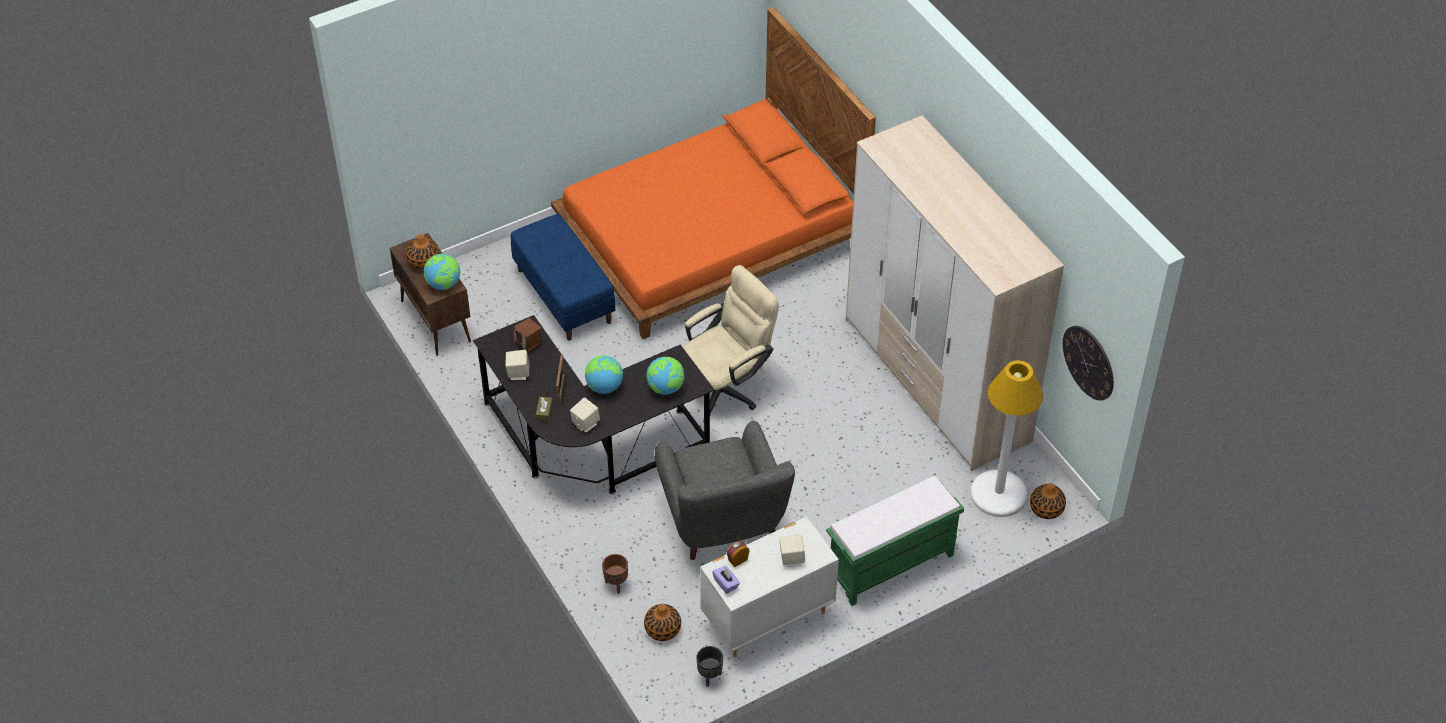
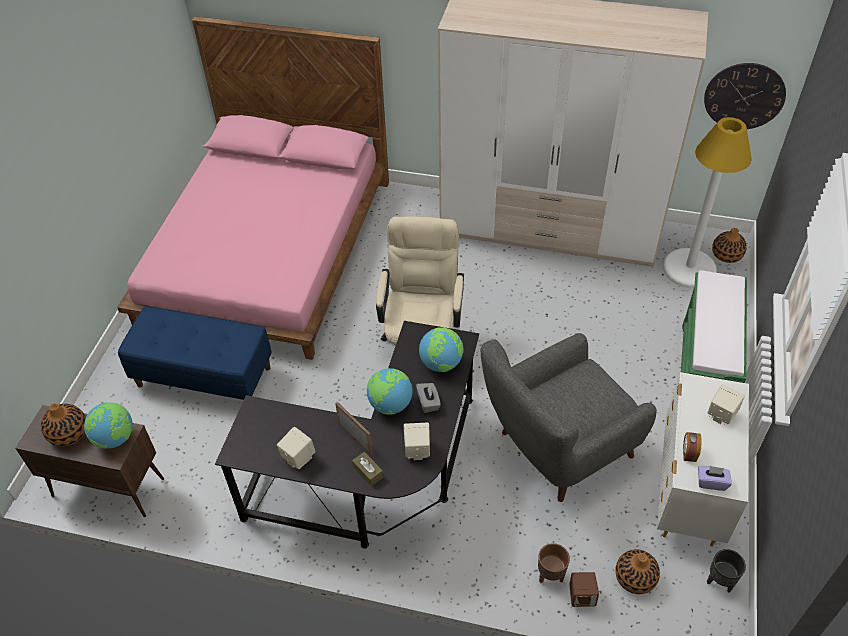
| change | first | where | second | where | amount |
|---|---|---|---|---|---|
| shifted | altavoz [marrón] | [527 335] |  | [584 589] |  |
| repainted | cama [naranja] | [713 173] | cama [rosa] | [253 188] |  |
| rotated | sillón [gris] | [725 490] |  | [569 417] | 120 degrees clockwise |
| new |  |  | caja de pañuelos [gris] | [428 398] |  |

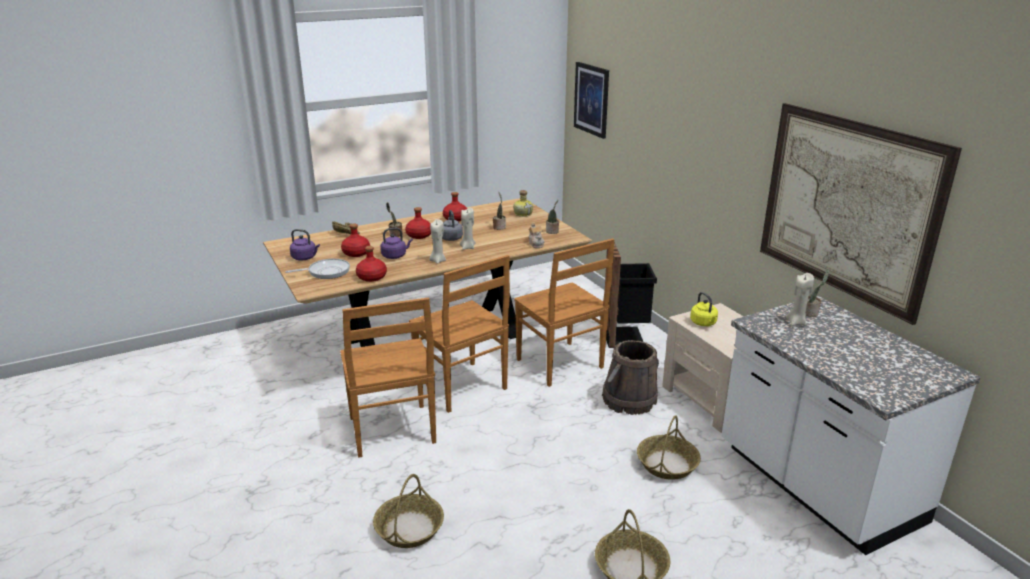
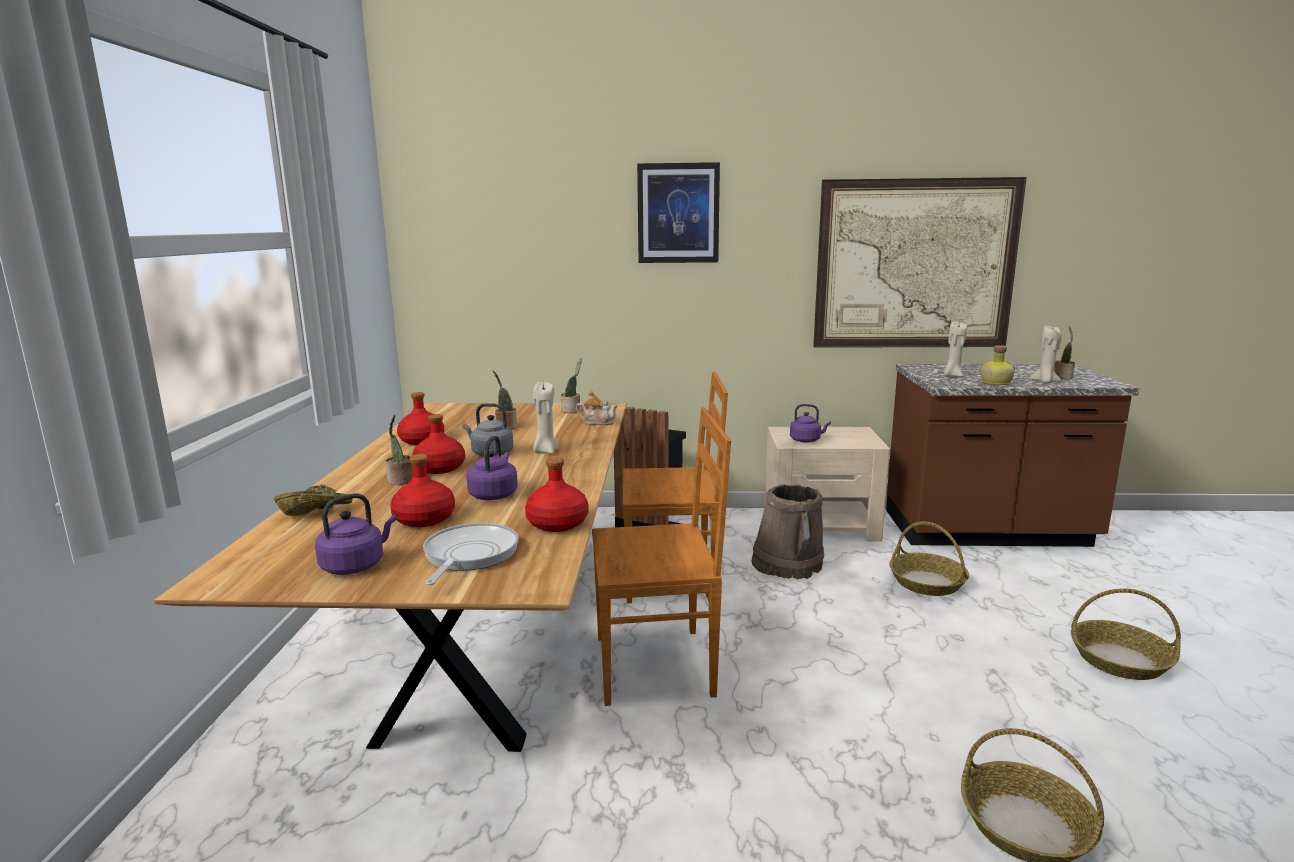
| change | first | where | second | where | amount |
|---|---|---|---|---|---|
| gone | silla [marrón] | [388 378] |  |  |  |
| shifted | vela [beis] | [437 241] |  | [1045 354] |  |
| shifted | botella | [523 203] |  | [998 365] |  |
| shifted | cuadro | [591 100] |  | [678 212] |  |
| repainted | hervidor [amarillo] | [704 309] | hervidor [morado] | [810 423] |  |
| repainted | mueble bajo de cocina [blanco] | [851 425] | mueble bajo de cocina [marrón] | [1013 455] |  |
| shifted | planta en maceta | [817 293] |  | [1064 352] |  |

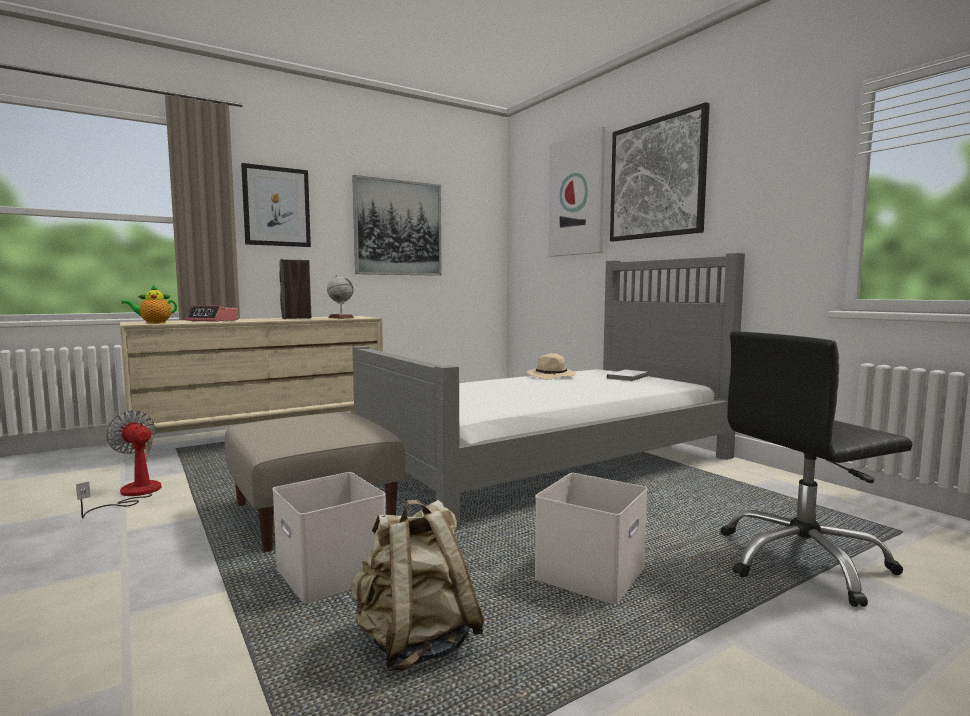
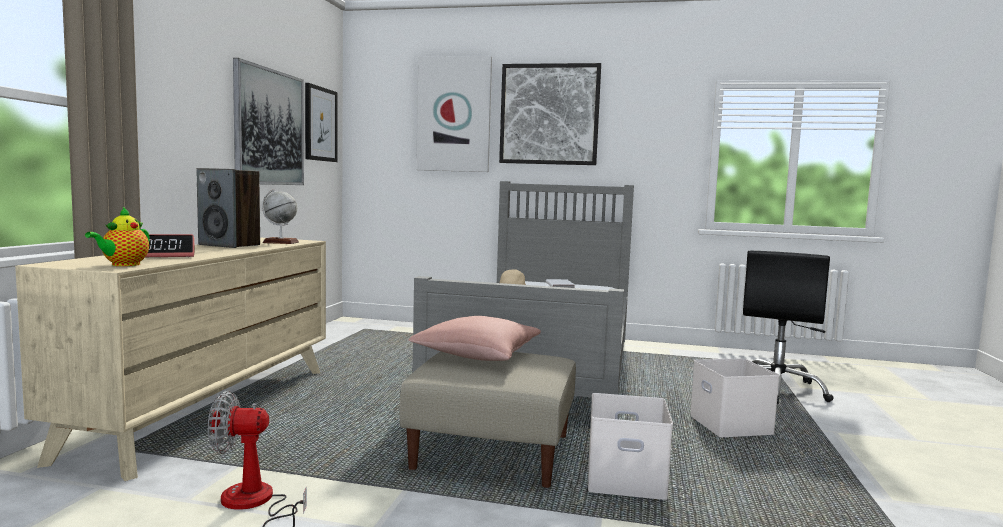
| change | first | where | second | where | amount |
|---|---|---|---|---|---|
| shifted | cuadro | [276 205] |  | [321 122] |  |
| gone | mochila [beis] | [418 585] |  |  |  |
| new |  |  | cojín [rosa] | [474 338] |  |

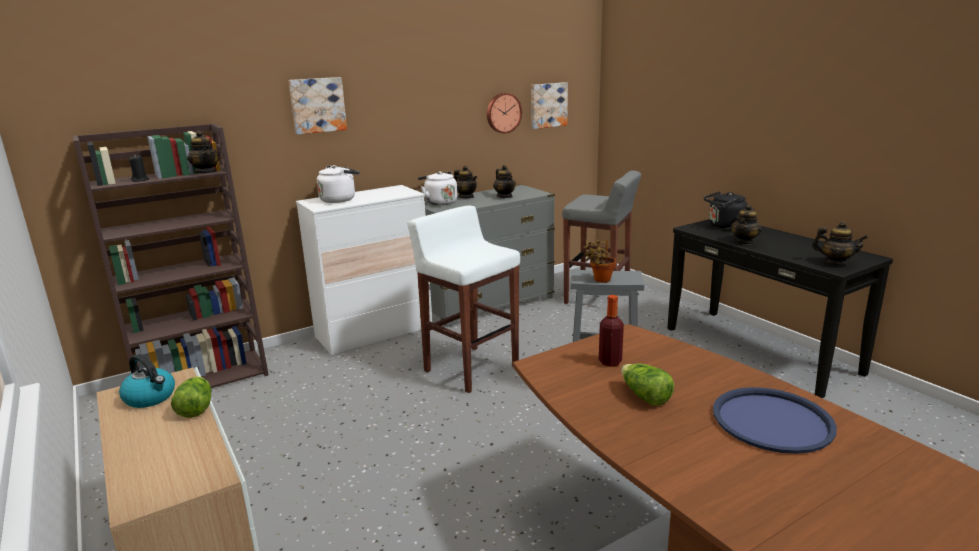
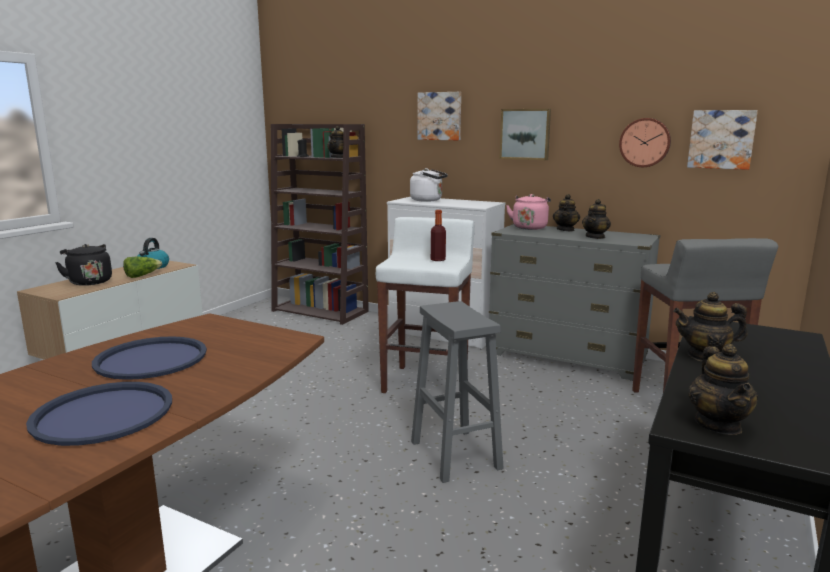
| change | first | where | second | where | amount |
|---|---|---|---|---|---|
| repainted | hervidor [blanco] | [437 188] | hervidor [rosa] | [528 212] |  |
| gone | planta en maceta | [599 261] |  |  |  |
| shifted | botella | [611 331] |  | [438 235] |  |
| swapped | lechuga | [647 385] | bandeja [azul] | [149 358] |  |
| shifted | hervidor [negro] | [726 210] |  | [83 265] |  |
| new |  |  | cuadro | [525 134] |  |

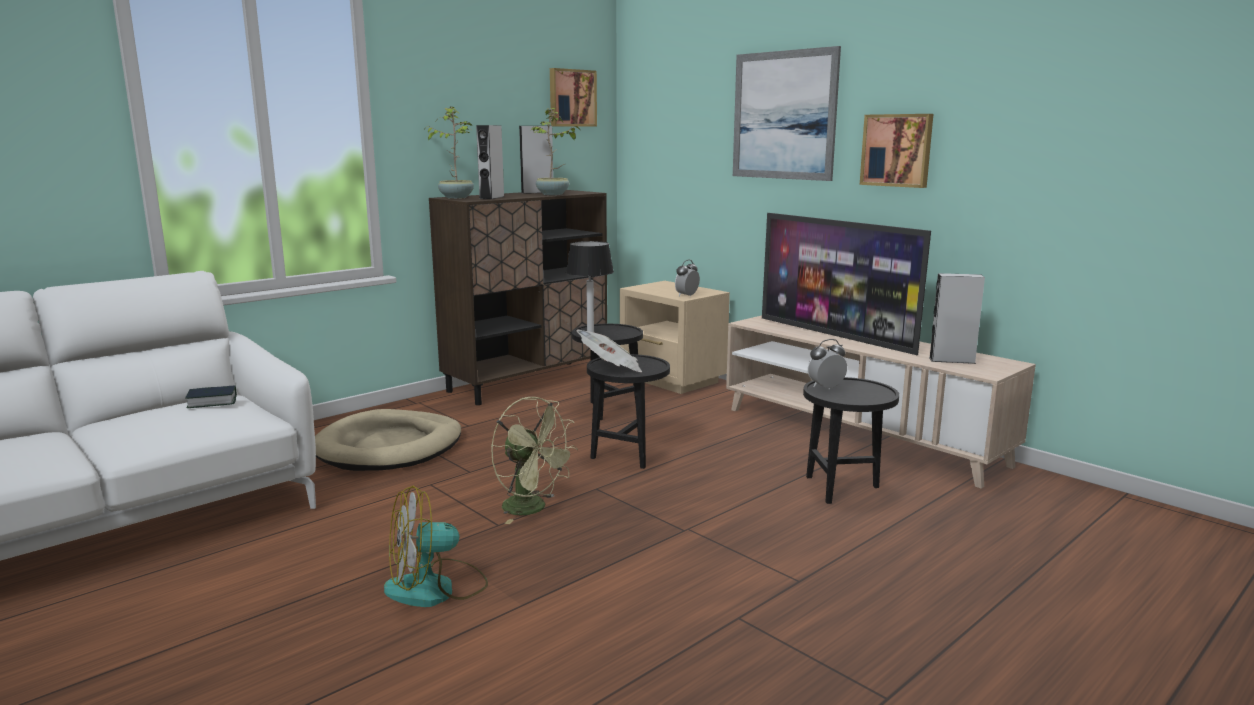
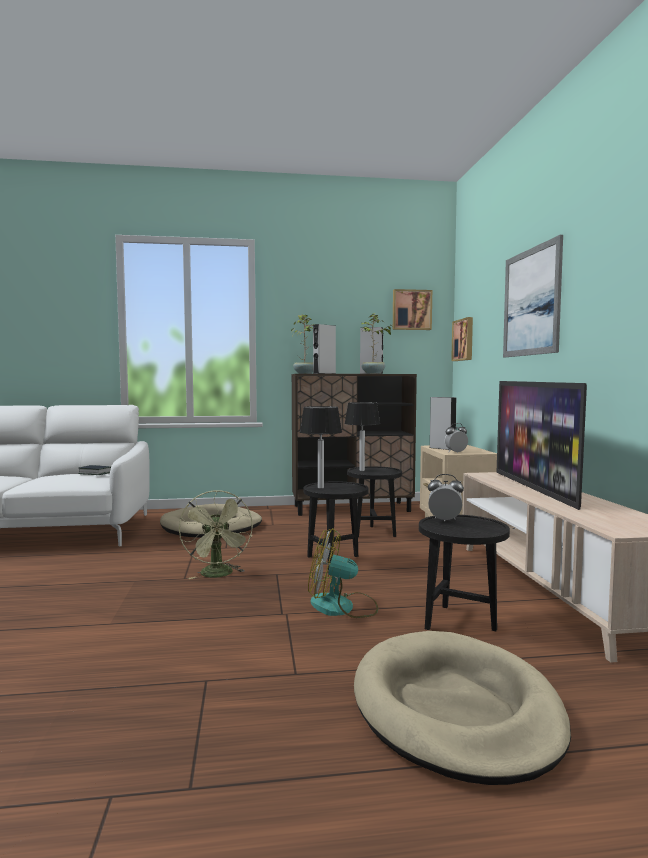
| change | first | where | second | where | amount |
|---|---|---|---|---|---|
| shifted | ventilador | [436 546] |  | [343 573] |  |
| swapped | periódico | [609 351] | lámpara de mesa | [321 447] |  |
| shifted | cuadro | [896 151] |  | [462 339] |  |
| shifted | altavoz [gris] | [957 318] |  | [443 423] |  |
| new |  |  | cama para perro [beis] | [462 708] |  |

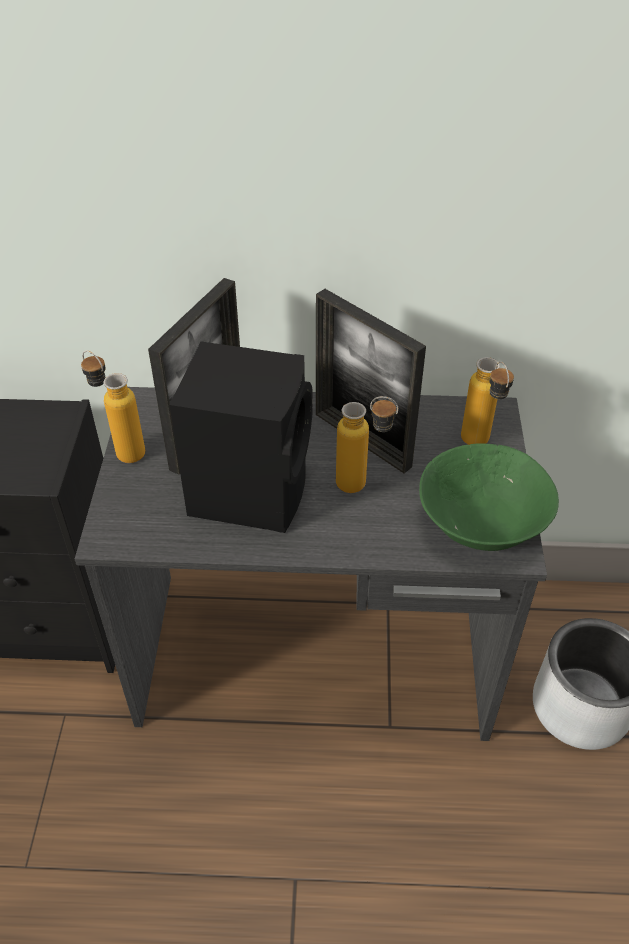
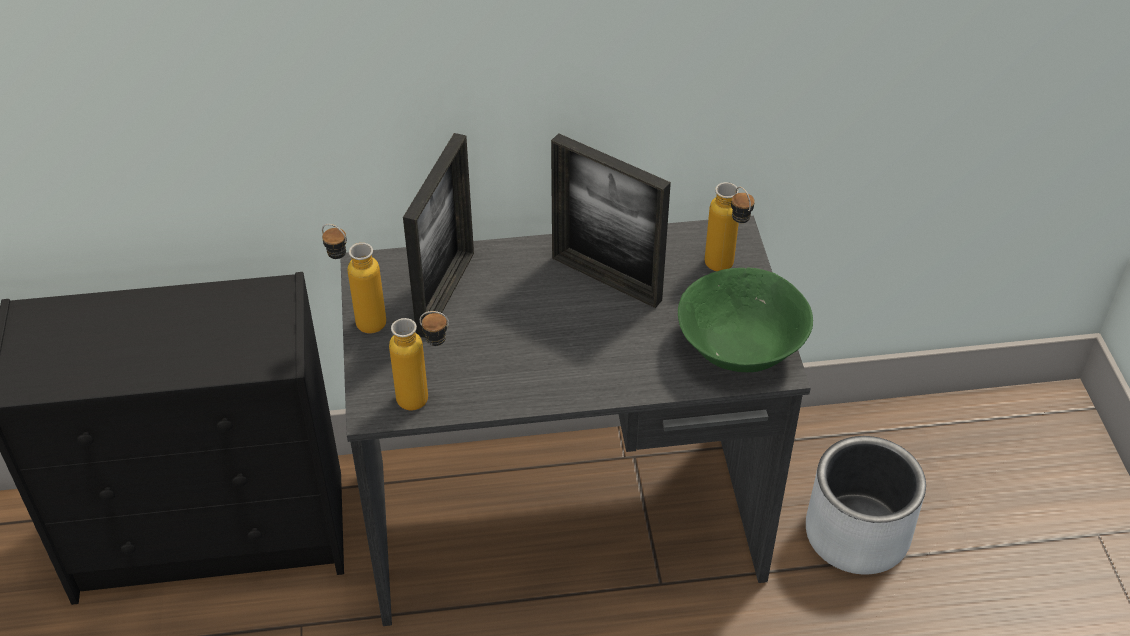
| change | first | where | second | where | amount |
|---|---|---|---|---|---|
| gone | altavoz [negro] | [241 437] |  |  |  |
| shifted | botella | [367 444] |  | [419 361] |  |

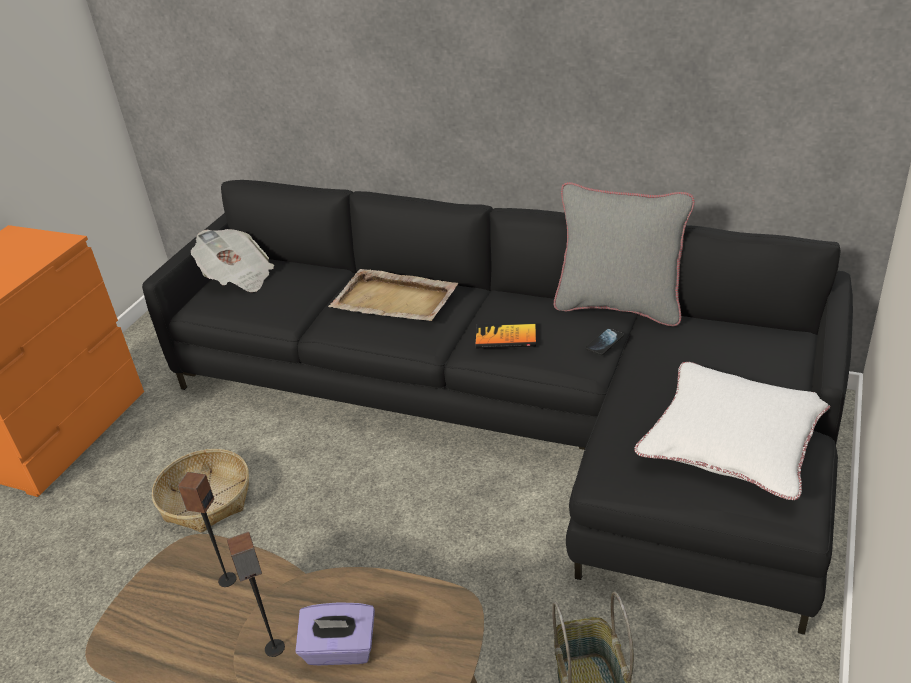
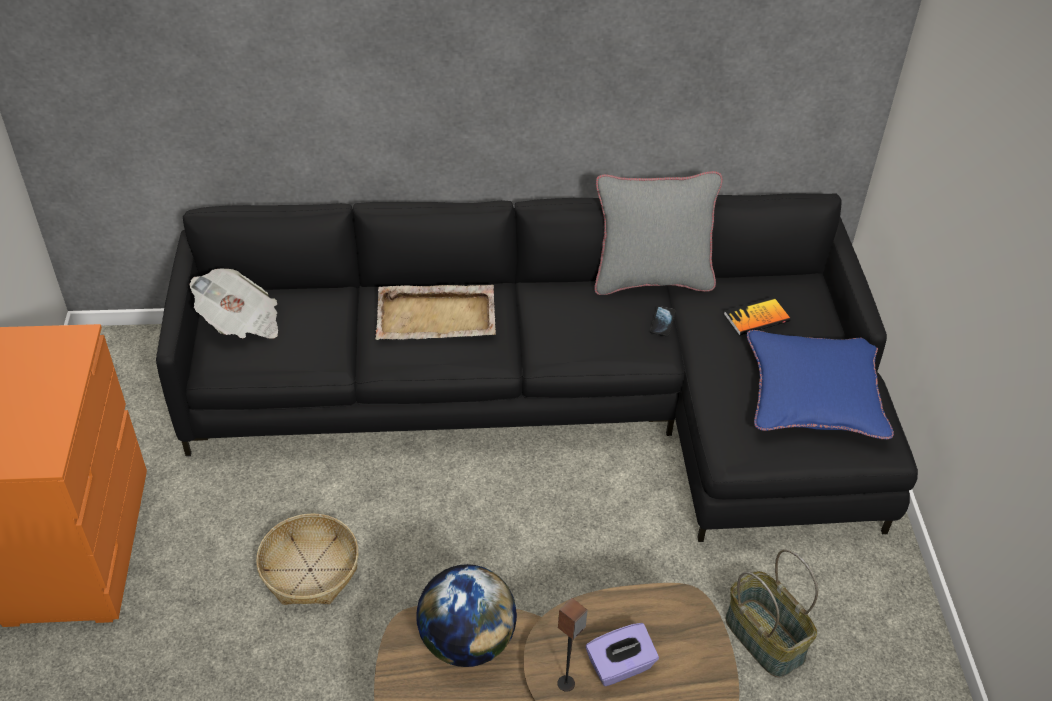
| change | first | where | second | where | amount |
|---|---|---|---|---|---|
| swapped | altavoz | [207 529] | globo terráqueo | [466 615] |  |
| shifted | libro | [506 335] |  | [757 316] |  |
| repainted | cojín [blanco] | [732 431] | cojín [azul] | [820 385] |  |

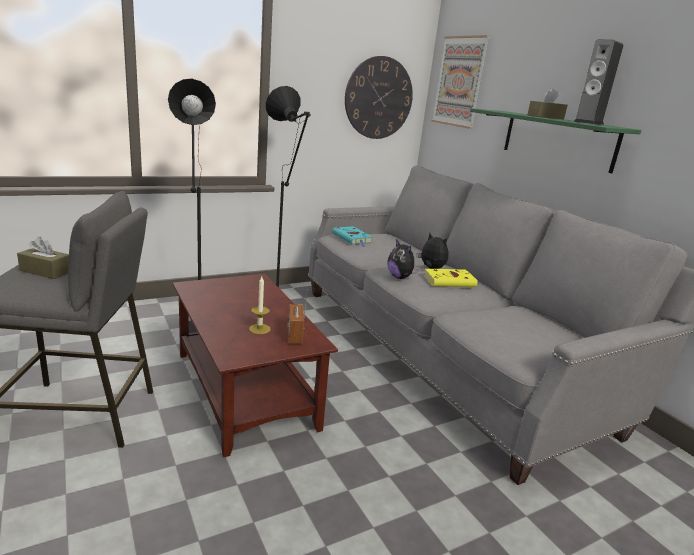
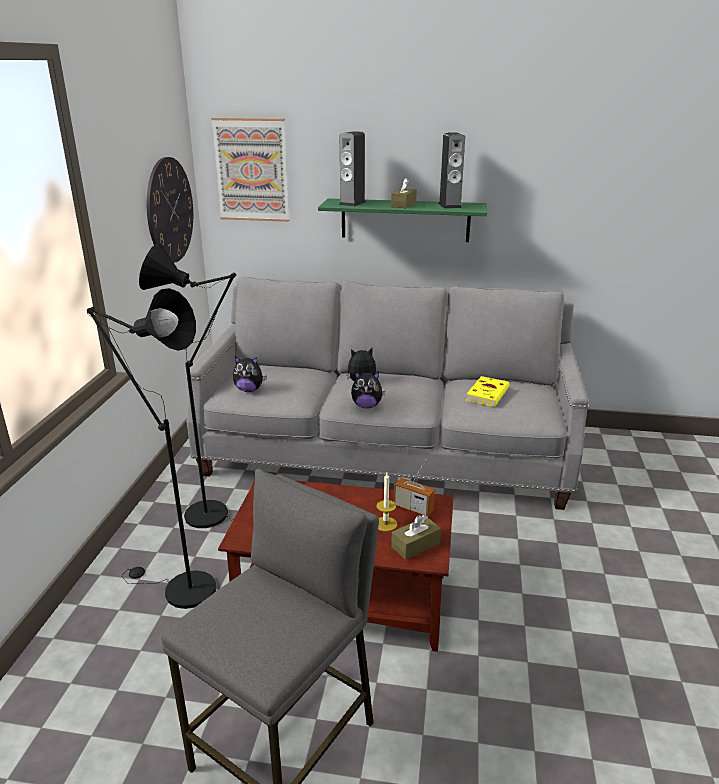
| change | first | where | second | where | amount |
|---|---|---|---|---|---|
| shifted | caja de pañuelos [marrón] | [43 258] |  | [416 537] |  |
| swapped | libro [turquesa] | [352 236] | peluche | [250 374] |  |
| shifted | libro [amarillo] | [451 277] |  | [488 391] |  |
| new |  |  | altavoz | [352 169] |  |

